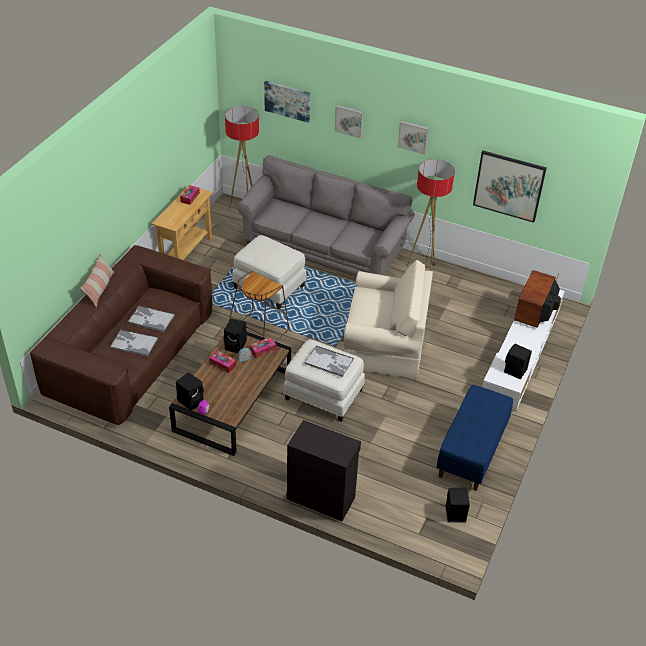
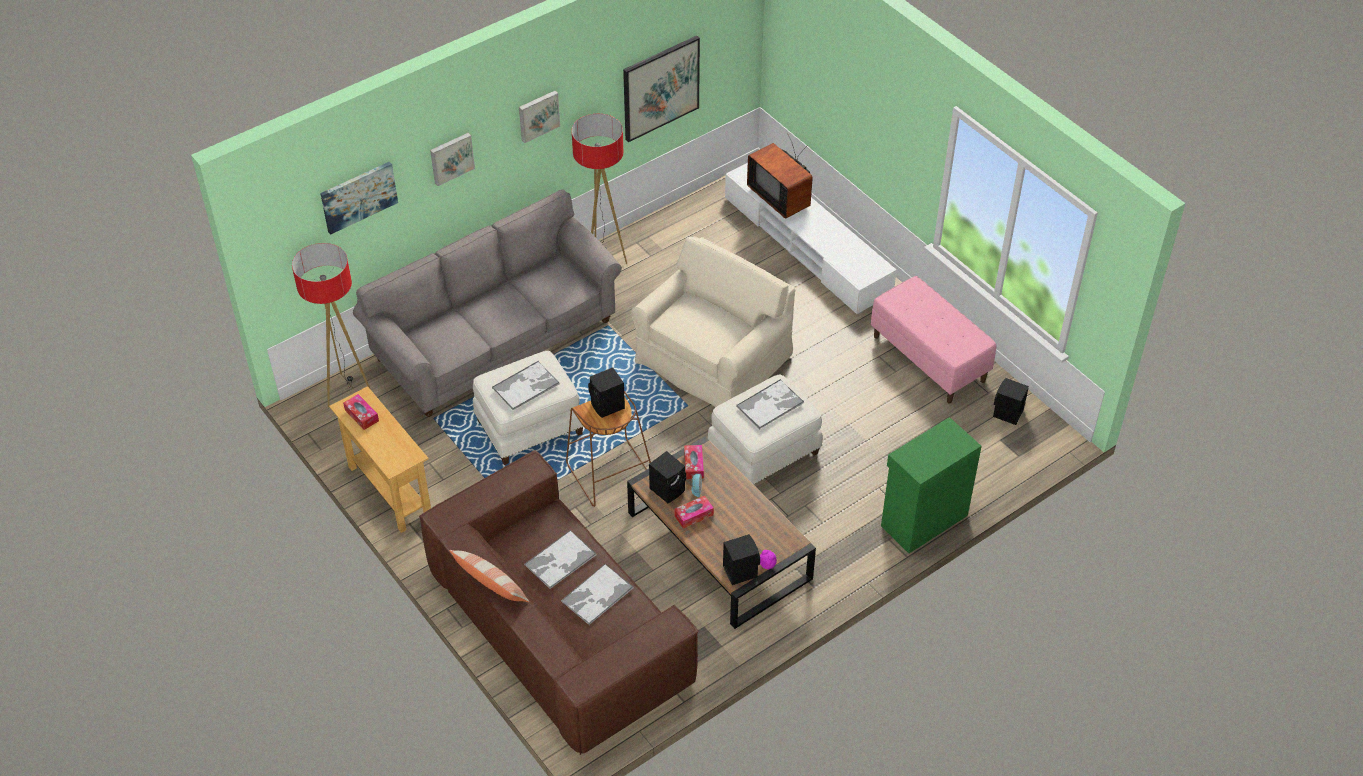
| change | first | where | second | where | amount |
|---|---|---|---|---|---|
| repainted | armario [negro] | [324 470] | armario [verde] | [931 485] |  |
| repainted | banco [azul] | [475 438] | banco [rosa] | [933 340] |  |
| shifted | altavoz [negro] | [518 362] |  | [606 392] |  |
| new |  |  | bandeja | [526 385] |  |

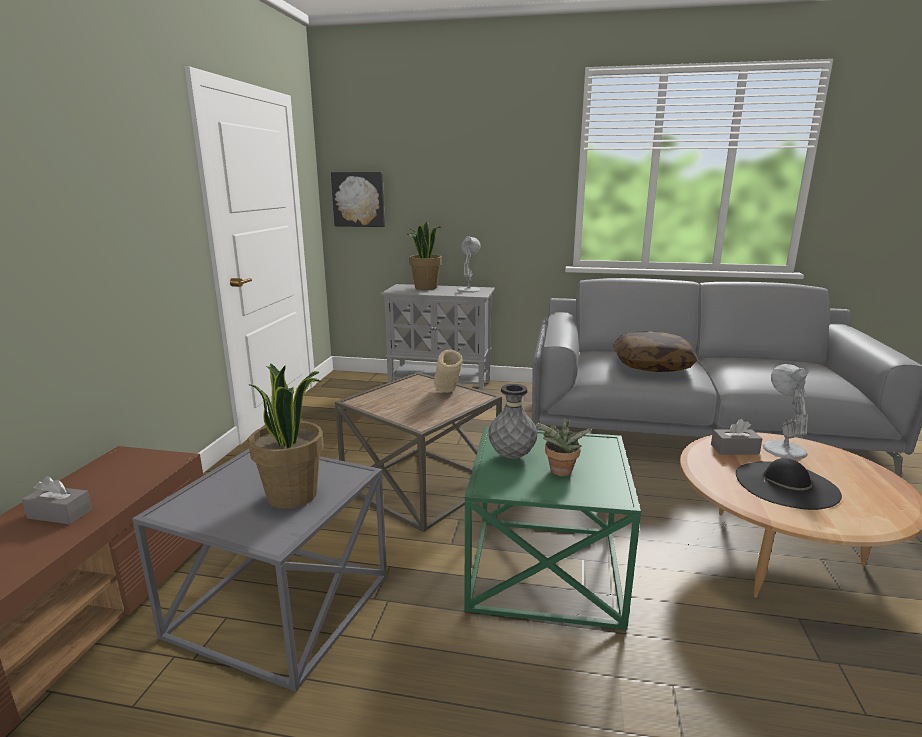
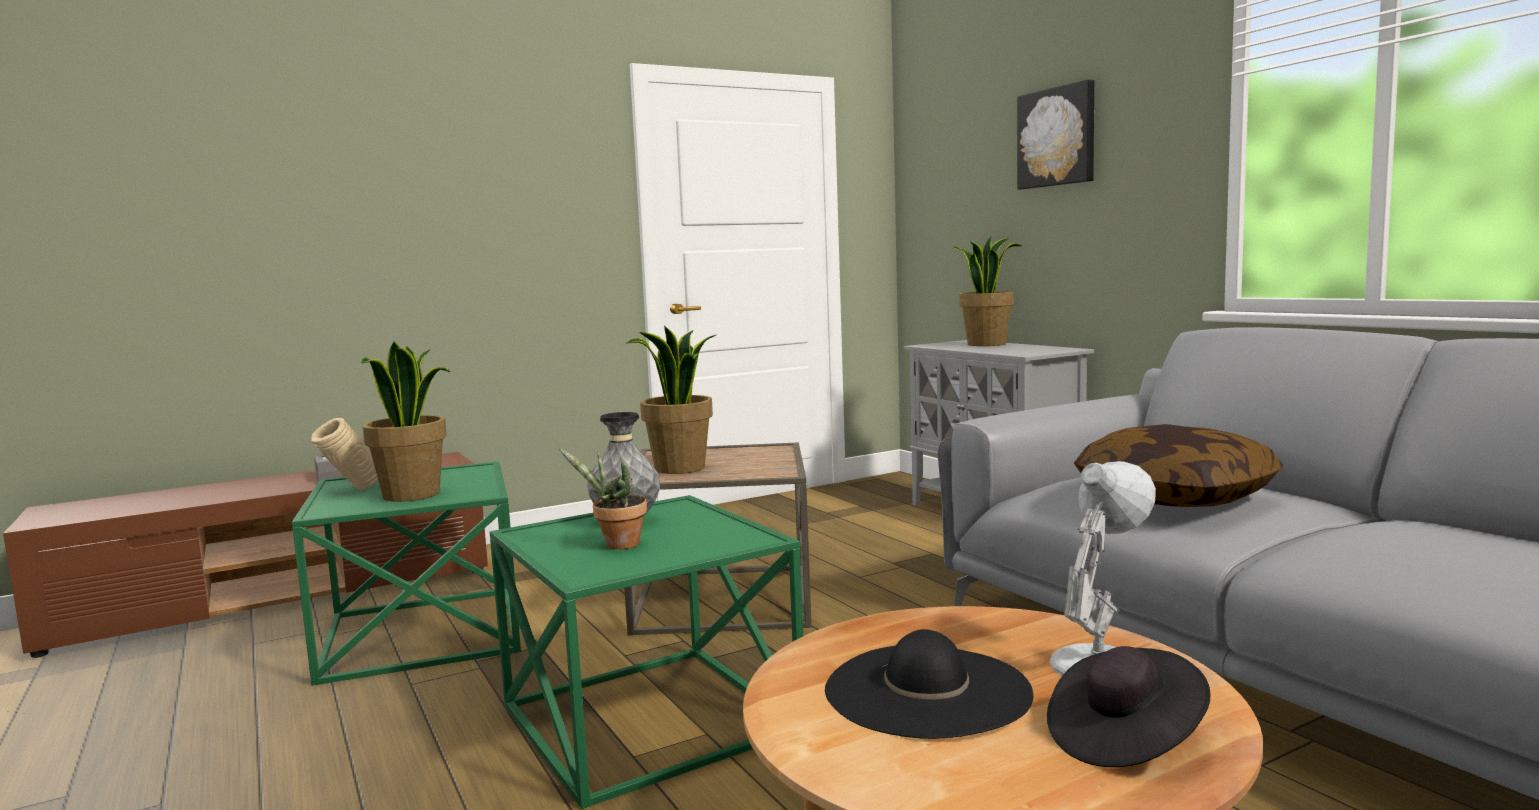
| change | first | where | second | where | amount |
|---|---|---|---|---|---|
| repainted | mesa auxiliar [gris] | [259 570] | mesa auxiliar [verde] | [406 574] |  |
| shifted | cuadro | [358 199] |  | [1055 134] |  |
| shifted | florero [beis] | [448 371] |  | [344 454] |  |
| gone | lámpara de mesa [blanco] | [469 264] |  |  |  |
| gone | caja de pañuelos [gris] | [736 436] |  |  |  |
| new |  |  | planta en maceta | [671 399] |  |
| new |  |  | sombrero [negro] | [1128 706] |  |

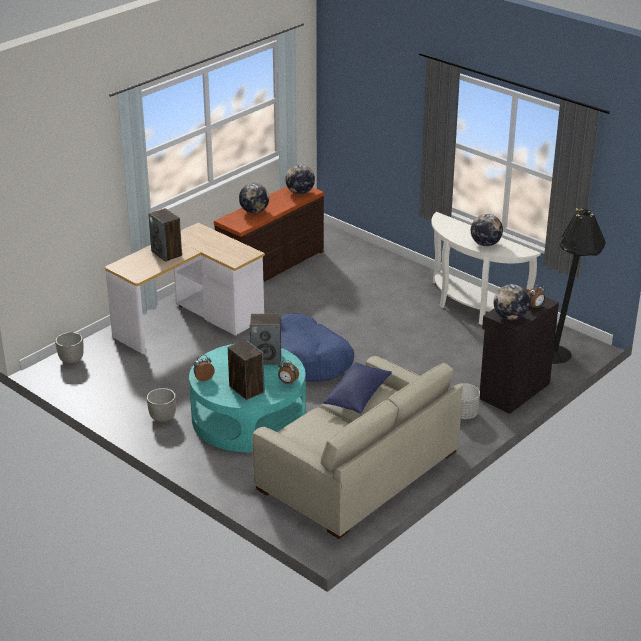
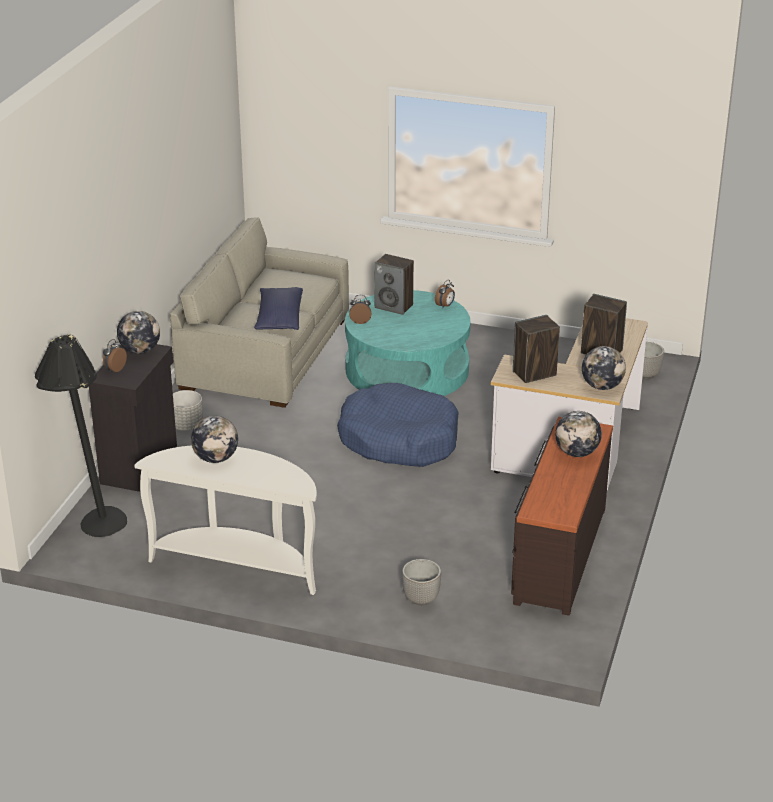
| change | first | where | second | where | amount |
|---|---|---|---|---|---|
| shifted | maceta | [161 405] |  | [421 582] |  |
| shifted | altavoz | [265 339] |  | [536 349] |  |
| shifted | globo terráqueo | [300 179] |  | [604 368] |  |

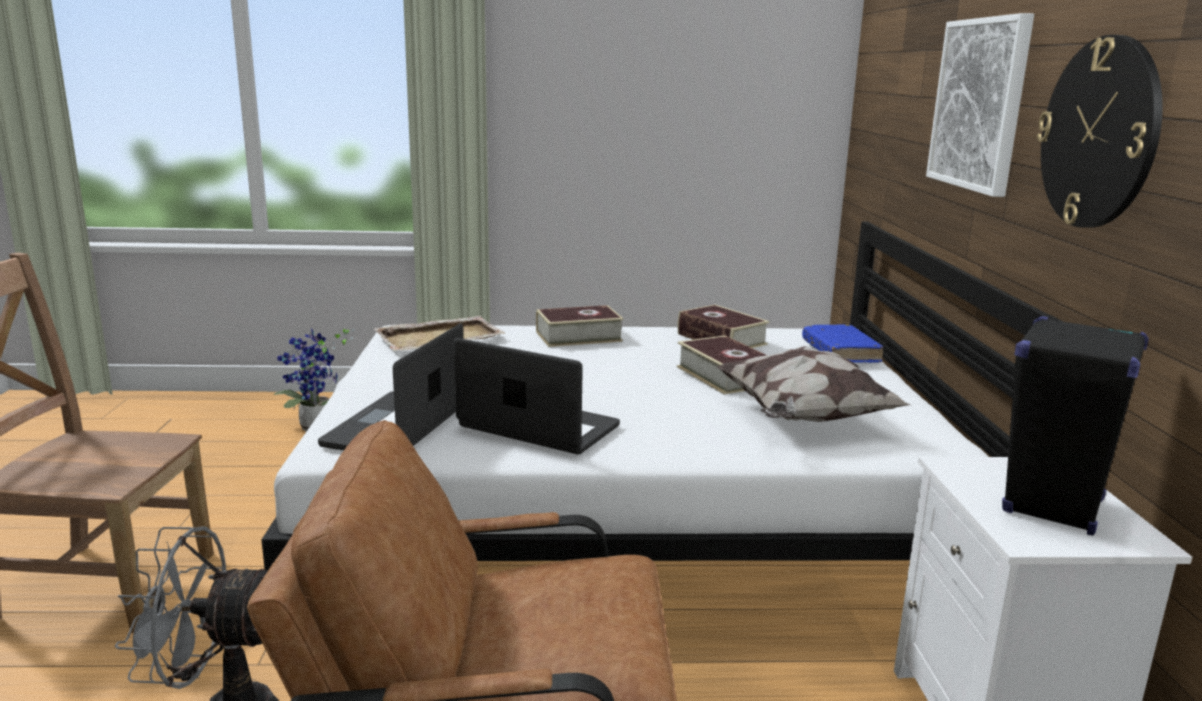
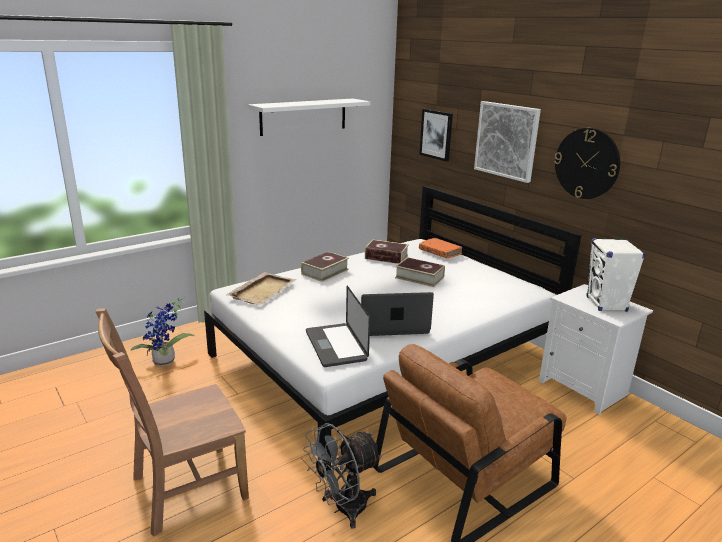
| change | first | where | second | where | amount |
|---|---|---|---|---|---|
| gone | cojín | [813 384] |  |  |  |
| repainted | libro [azul] | [842 343] | libro [naranja] | [440 248] |  |
| repainted | altavoz [negro] | [1075 426] | altavoz [blanco] | [616 275] |  |
| new |  |  | estante [blanco] | [309 117] |  |
| new |  |  | cuadro | [436 135] |  |

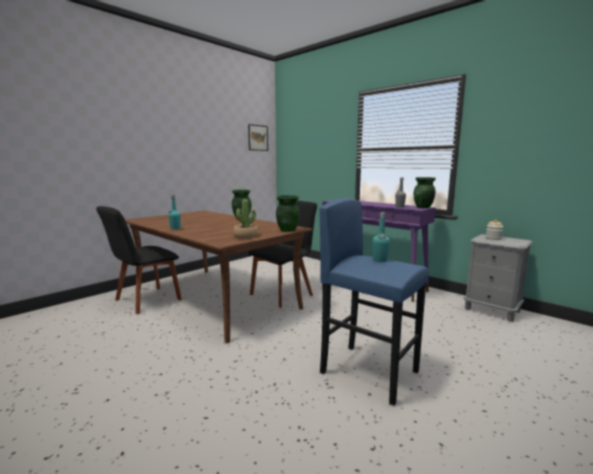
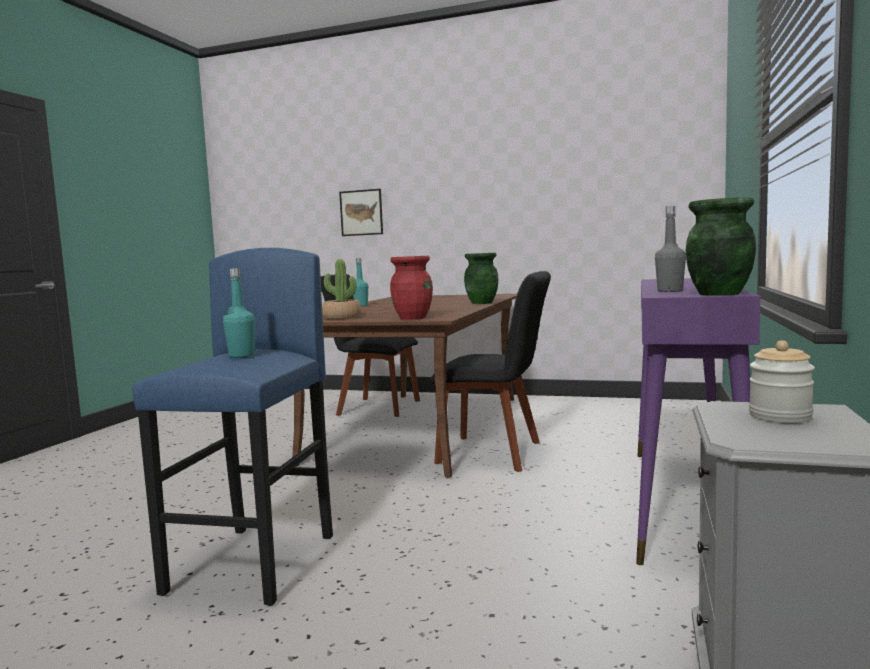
| change | first | where | second | where | amount |
|---|---|---|---|---|---|
| shifted | cuadro | [258 137] |  | [361 212] |  |
| repainted | florero [verde] | [288 213] | florero [rojo] | [411 288] |  |

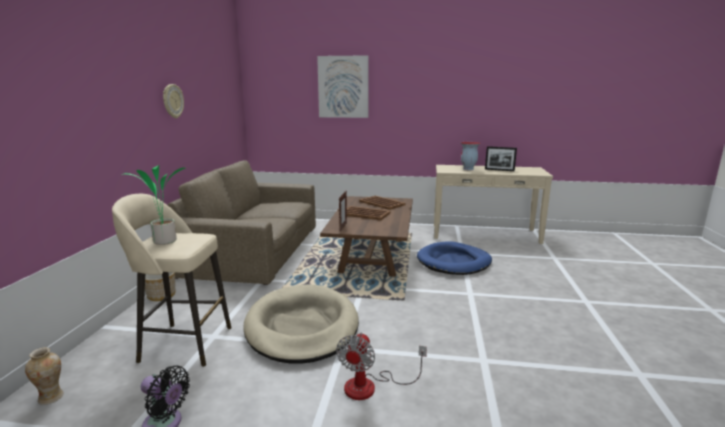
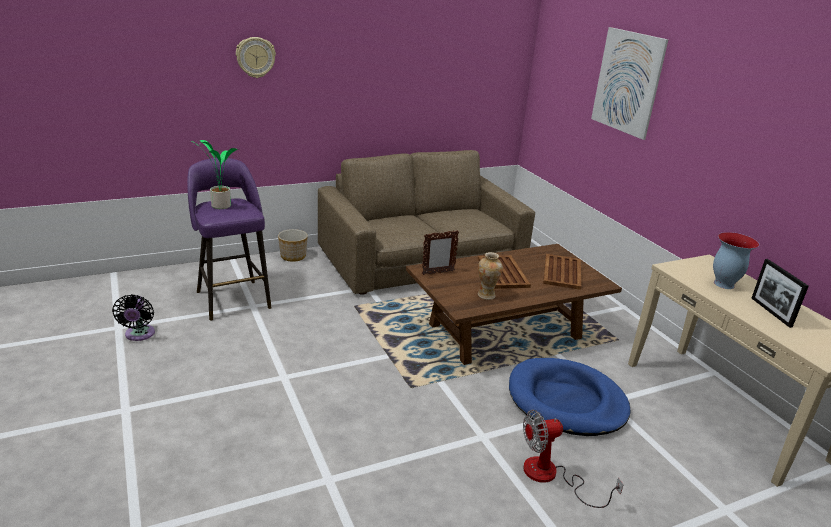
| change | first | where | second | where | amount |
|---|---|---|---|---|---|
| shifted | florero | [44 376] |  | [490 276] |  |
| repainted | taburete [beis] | [172 280] | taburete [morado] | [229 239] |  |
| shifted | reloj de pared | [173 101] |  | [256 57] |  |
| gone | cama para perro [beis] | [301 324] |  |  |  |
| shifted | ventilador | [381 366] |  | [573 459] |  |

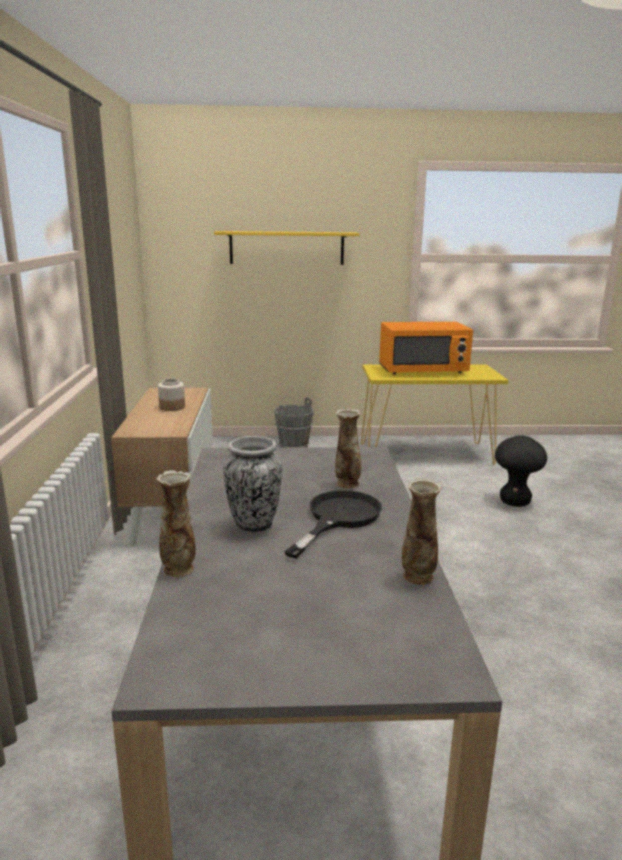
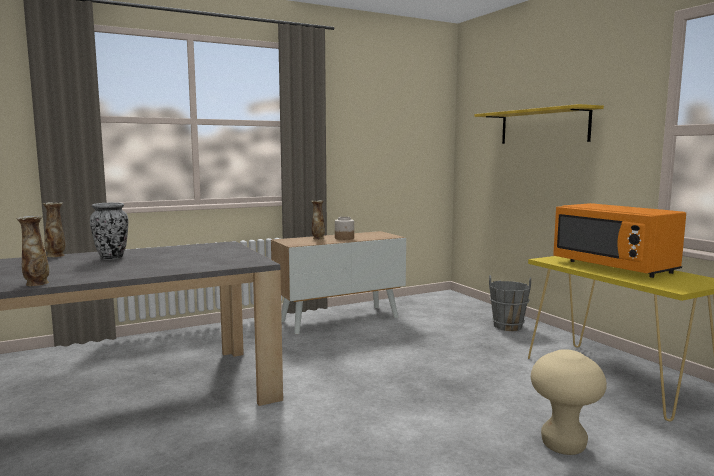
| change | first | where | second | where | amount |
|---|---|---|---|---|---|
| gone | sartén [negro] | [333 524] |  |  |  |
| shifted | florero | [348 448] |  | [318 220] |  |
| repainted | taburete [negro] | [521 471] | taburete [beis] | [569 402] |  |

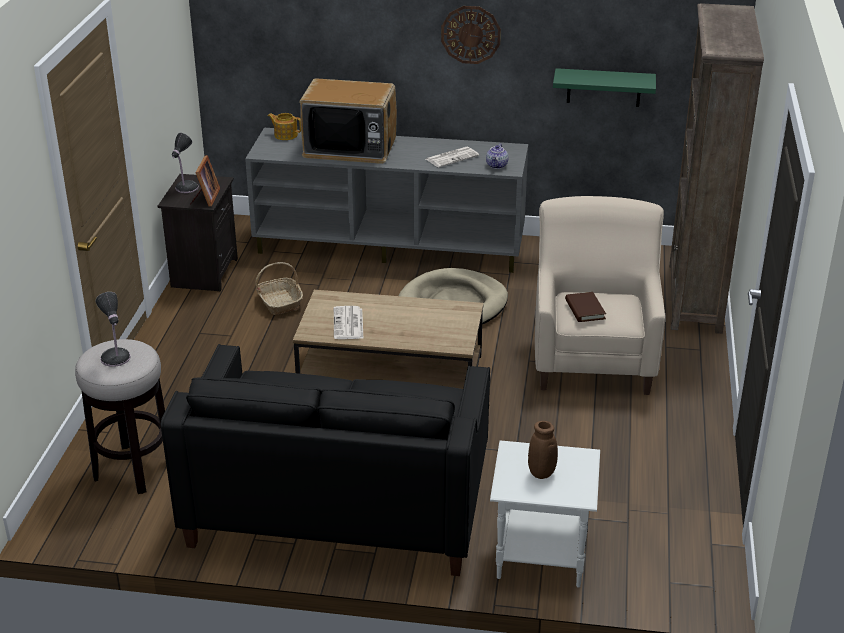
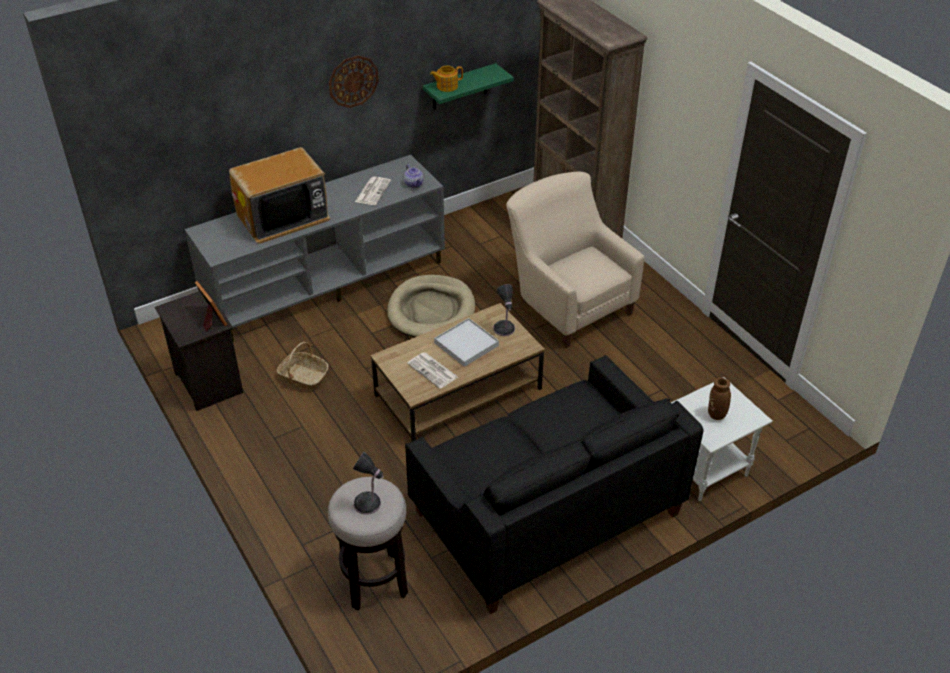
| change | first | where | second | where | amount |
|---|---|---|---|---|---|
| shifted | lámpara de mesa | [185 163] |  | [504 310] |  |
| shifted | tetera | [284 126] |  | [446 79] |  |
| gone | libro [marrón] | [585 307] |  |  |  |
| new |  |  | bandeja [blanco] | [466 342] |  |

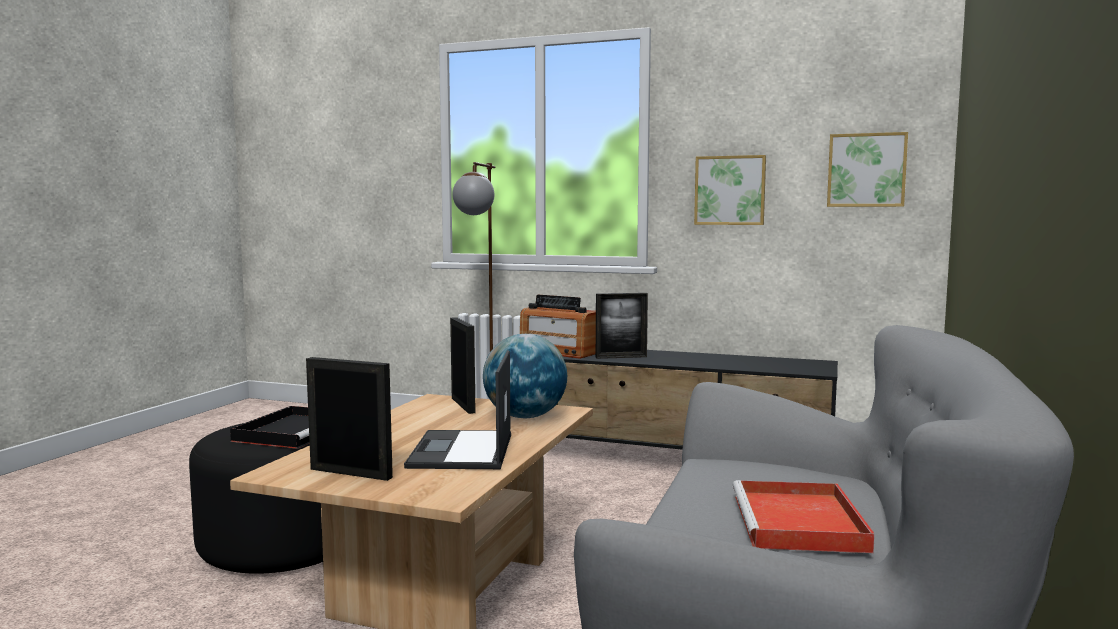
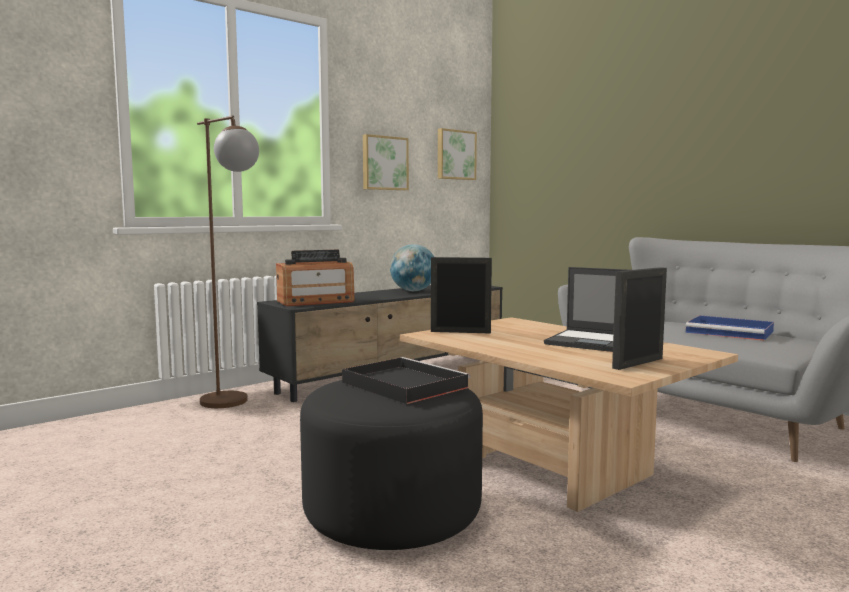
| change | first | where | second | where | amount |
|---|---|---|---|---|---|
| shifted | globo terráqueo | [525 376] |  | [412 267] |  |
| gone | portarretratos | [622 326] |  |  |  |
| repainted | bandeja [rojo] | [804 516] | bandeja [azul] | [729 328] |  |

